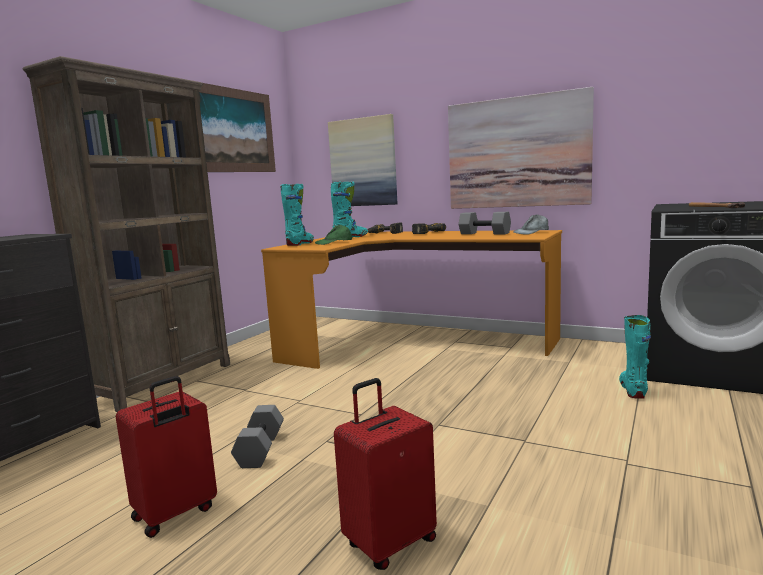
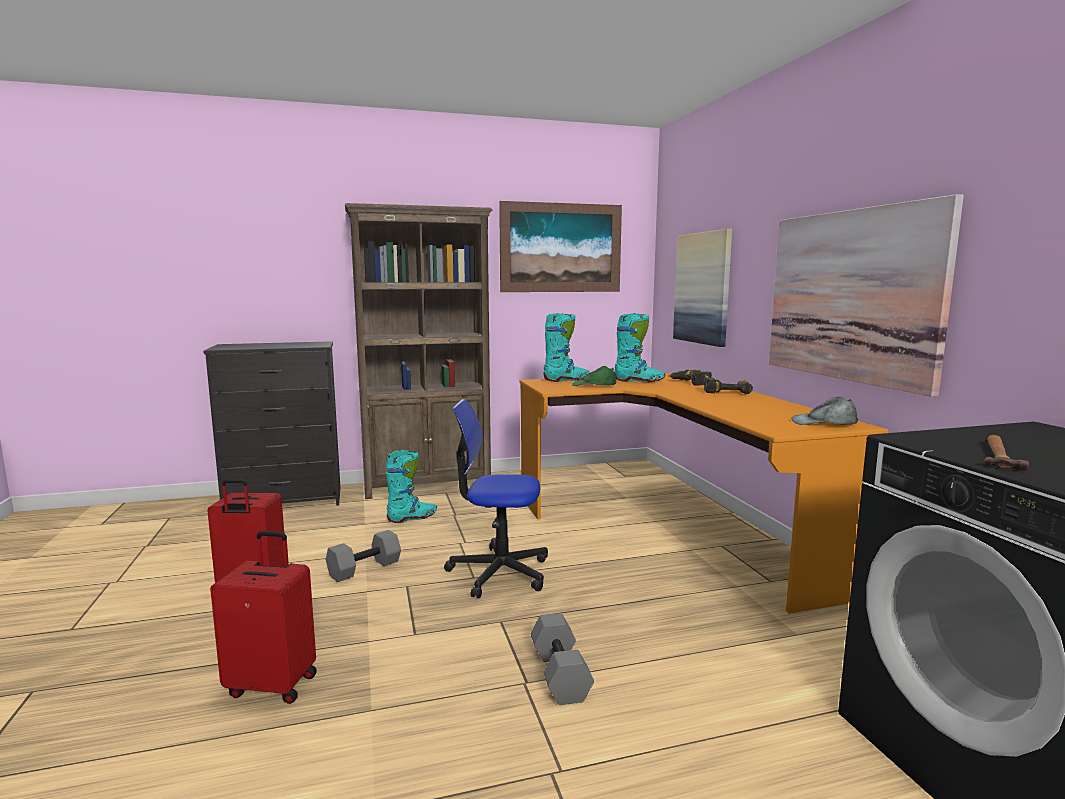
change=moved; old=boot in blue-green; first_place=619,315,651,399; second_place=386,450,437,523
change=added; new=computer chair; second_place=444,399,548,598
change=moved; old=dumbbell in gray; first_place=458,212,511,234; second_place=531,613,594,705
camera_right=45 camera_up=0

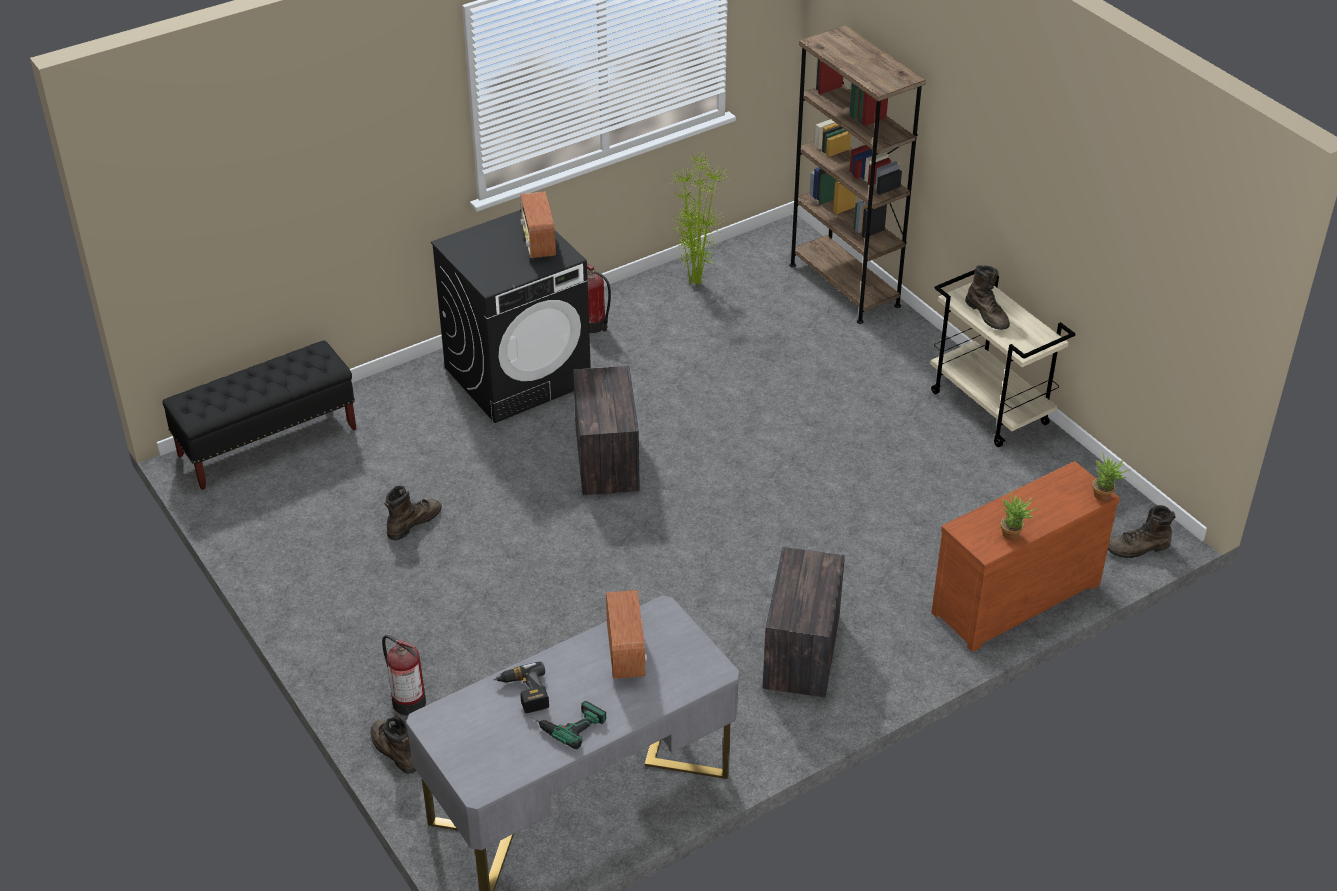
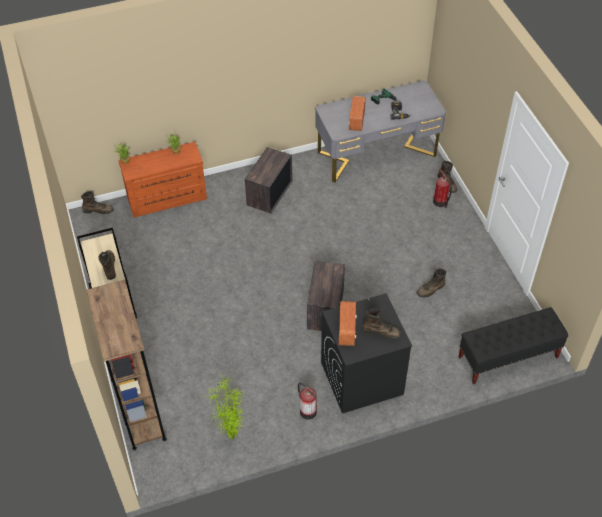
change=added; new=boot in brown-coloured; second_place=362,309,401,339
camera_right=-165 camera_up=10

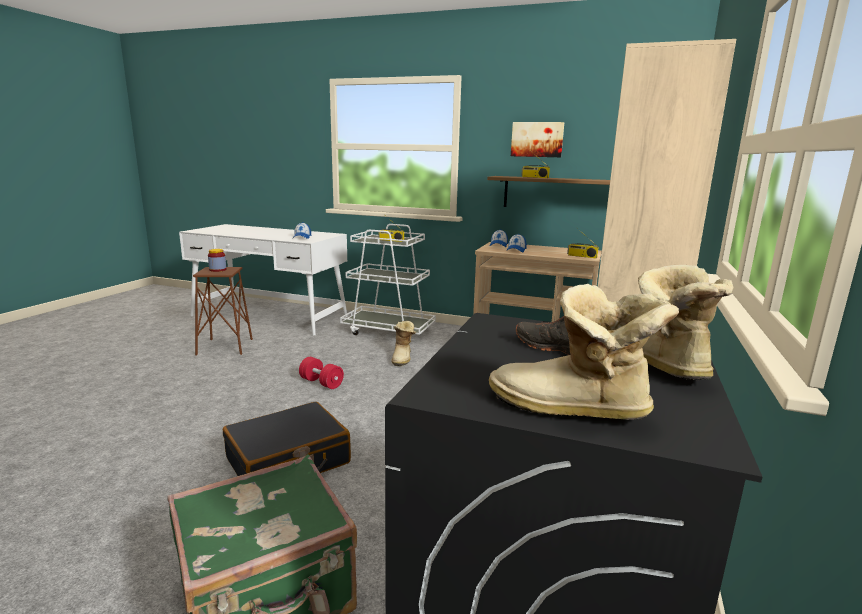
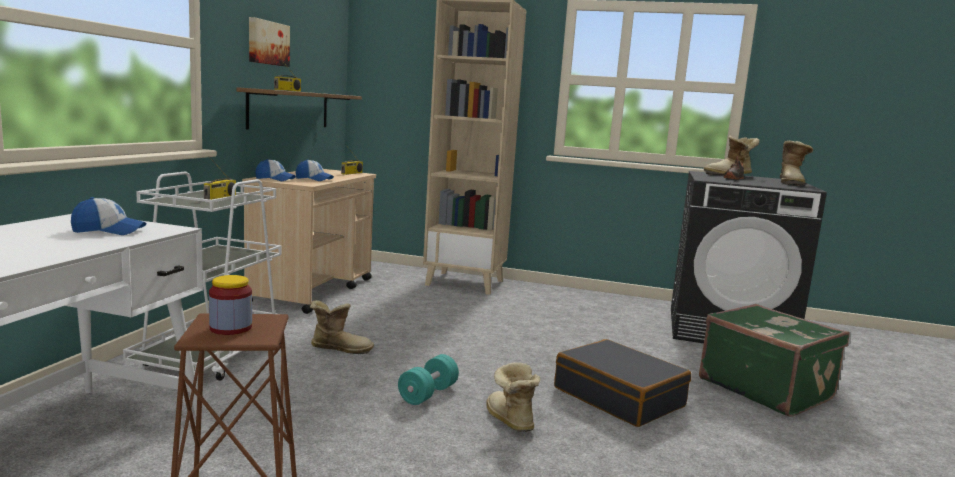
change=recoloured; old=dumbbell in red-coloured; new=dumbbell in blue-green; first_place=299,357,344,389; second_place=398,354,459,405
change=added; new=boot; second_place=486,362,540,432
camera_right=-95 camera_up=-5

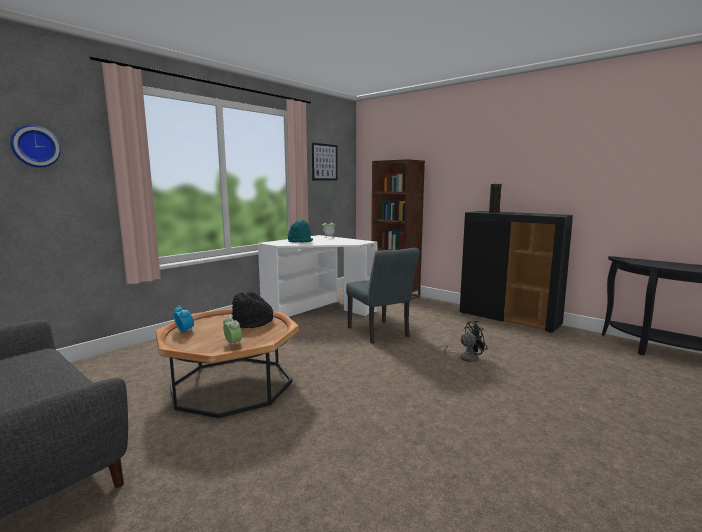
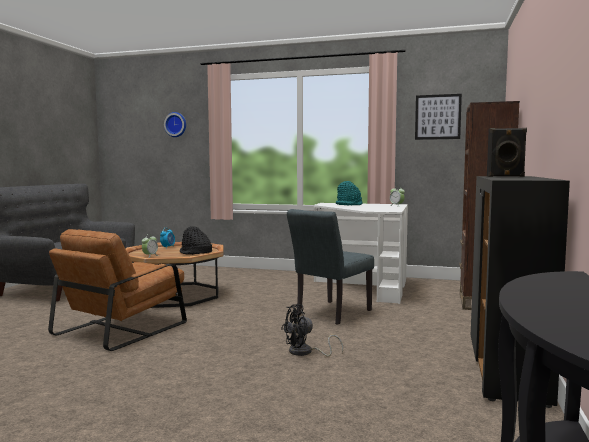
change=added; new=armchair in brown-coloured; second_place=48,229,187,351
change=turned; old=electric fan in black; first_place=436,321,488,362; second_place=281,304,343,357; degrees=105
camera_right=65 camera_up=-5

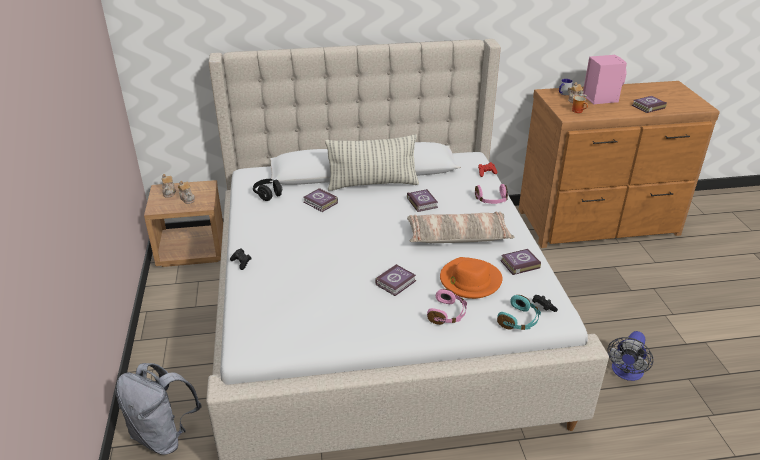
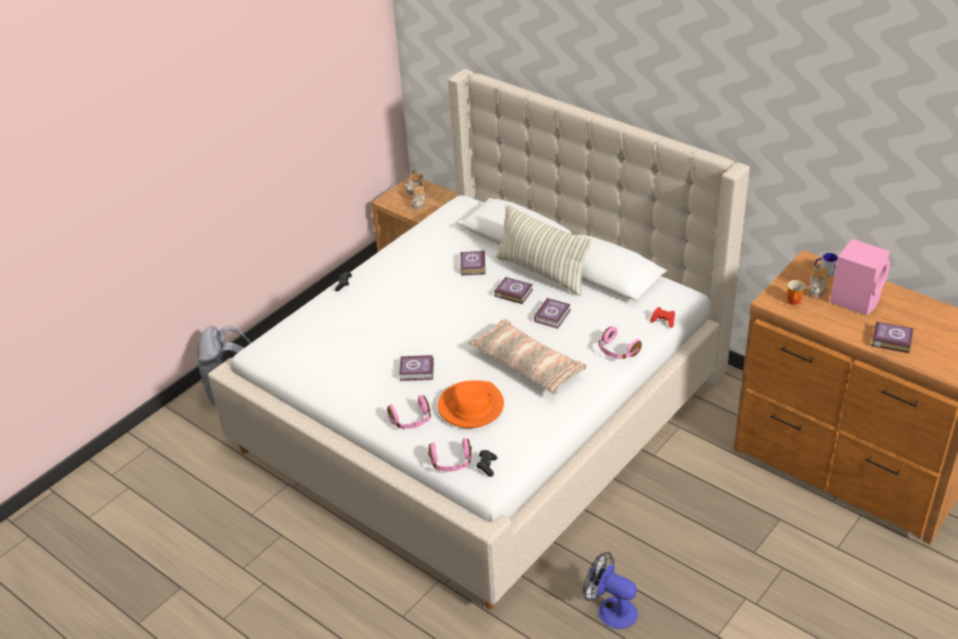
change=recoloured; old=headset in blue-green; new=headset in pinkish; first_place=497,295,541,330; second_place=428,438,472,472
change=moved; old=bound book; first_place=500,249,541,275; second_place=494,277,533,304
change=turned; old=electric fan; first_place=607,331,653,381; second_place=583,552,638,629; degrees=45
change=removed; old=headset in black; first_place=253,179,283,201
camera_right=50 camera_up=5

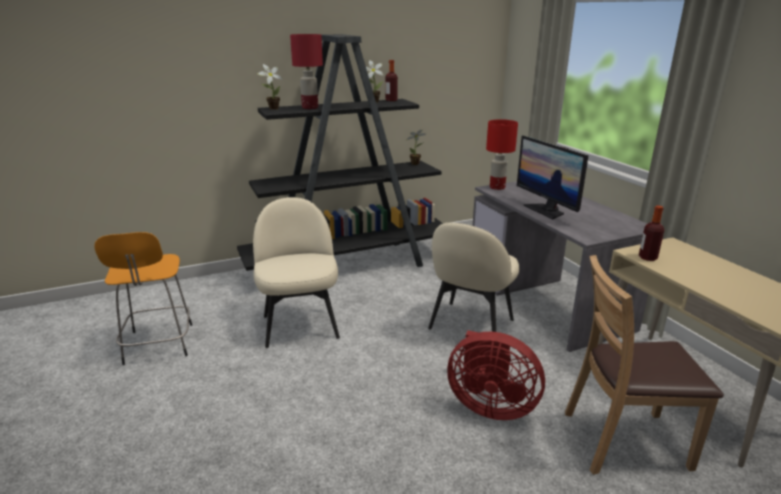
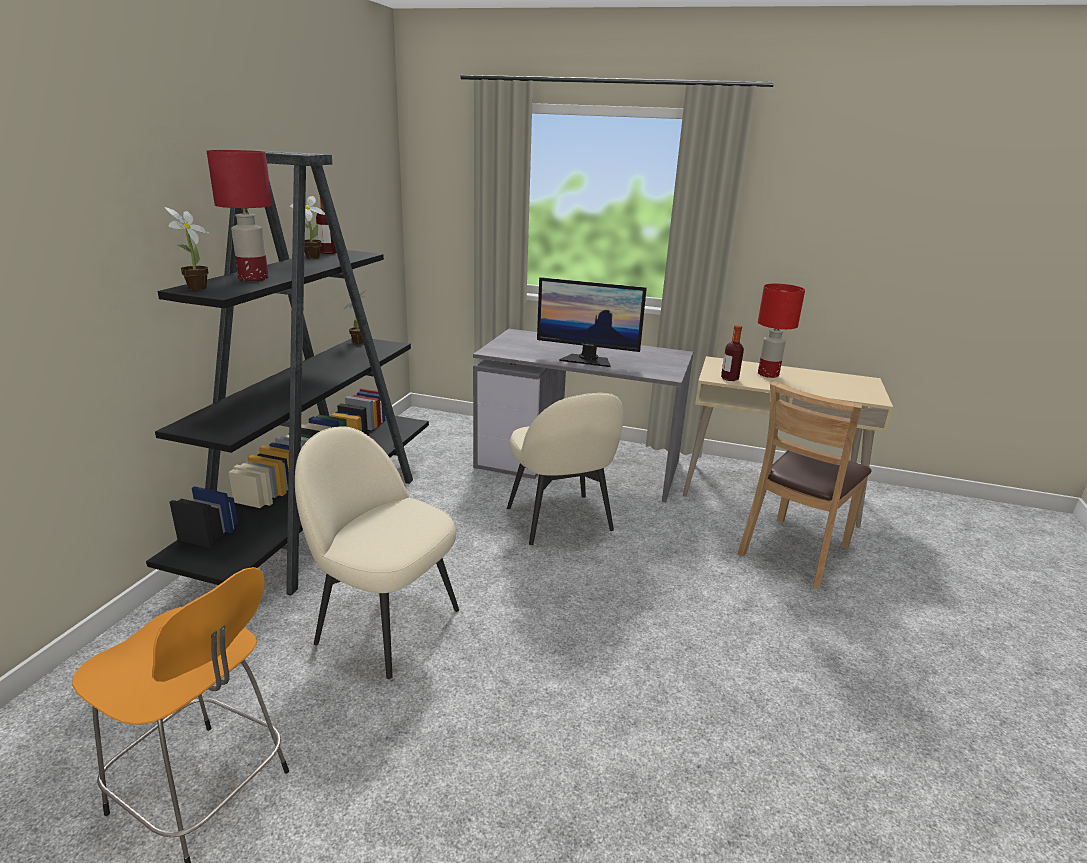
change=moved; old=table lamp in red-coloured; first_place=486,119,518,190; second_place=758,284,805,378
change=removed; old=electric fan in red-coloured; first_place=447,330,545,420
camera_right=-50 camera_up=0

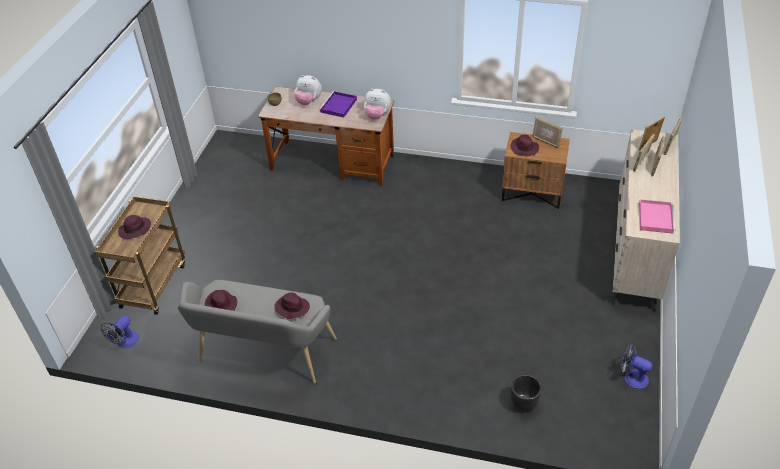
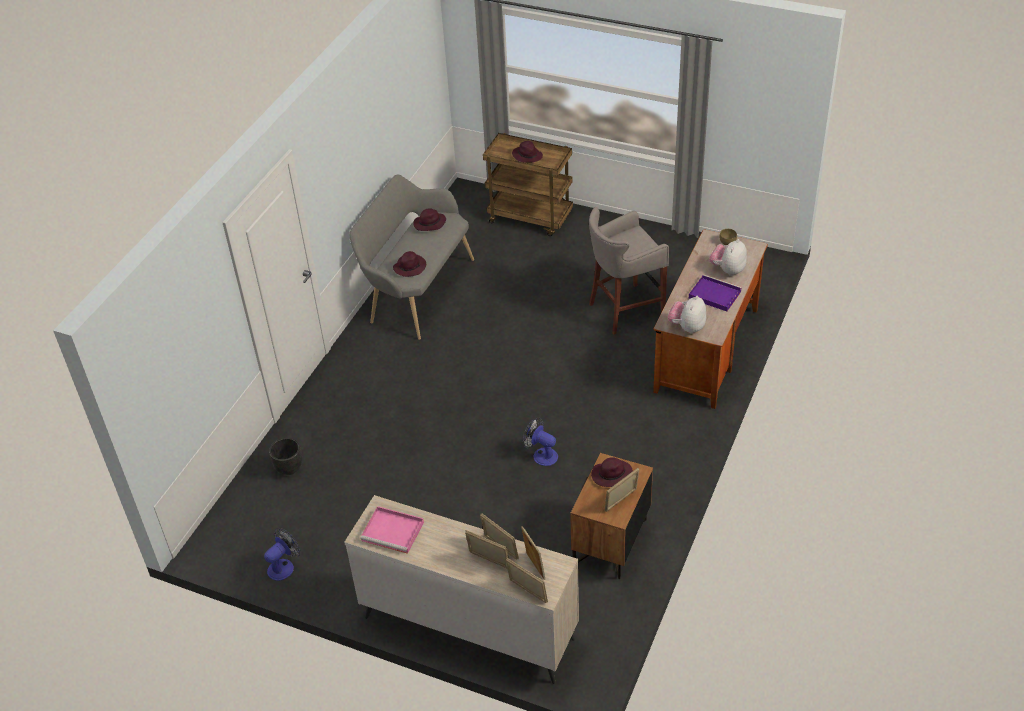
change=moved; old=electric fan; first_place=101,315,139,348; second_place=522,418,558,466
change=added; new=stool seat in gray; second_place=589,207,669,335
camera_right=100 camera_up=0

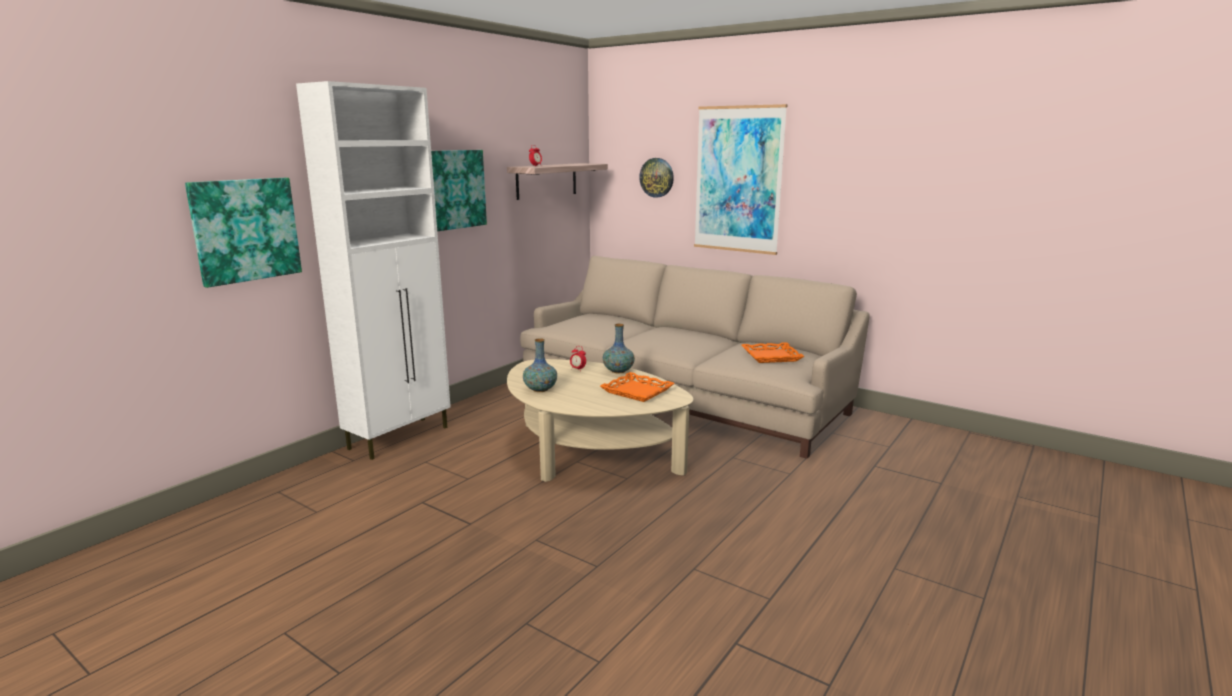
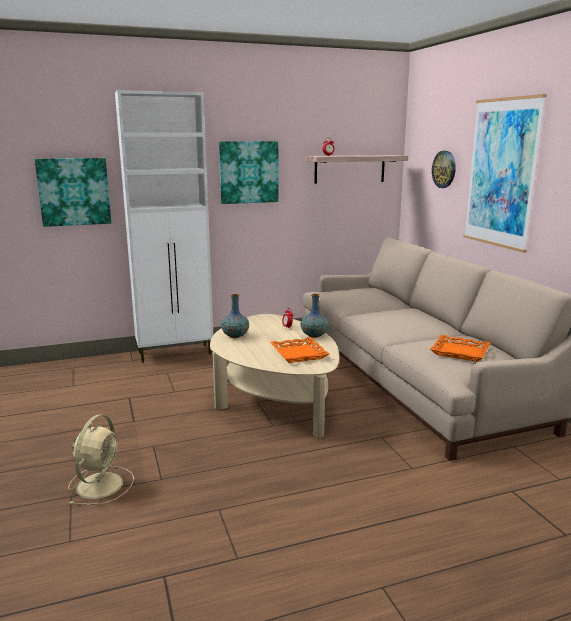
change=added; new=electric fan in sand-coloured; second_place=68,414,134,505
camera_right=35 camera_up=0

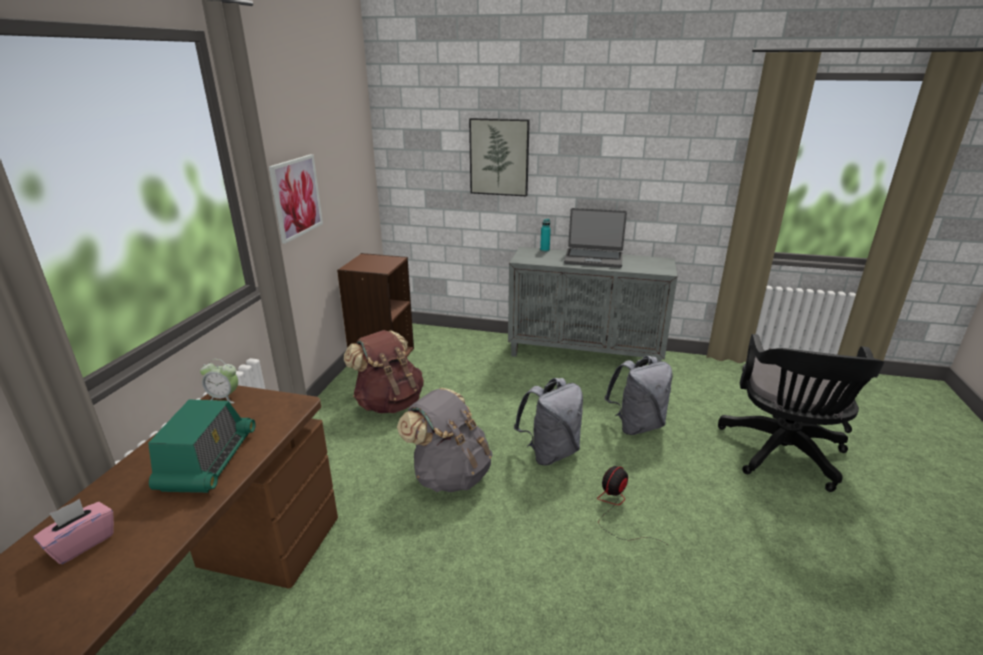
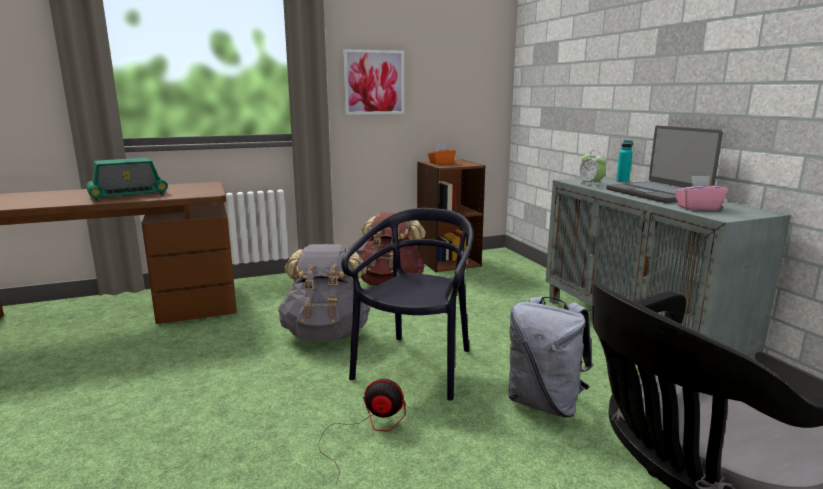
change=replaced; old=knapsack in gray; new=chair in black; first_place=514,378,583,465; second_place=341,208,473,401
change=added; new=tissue box in orangey; second_place=428,144,456,165
change=moved; old=alarm clock; first_place=200,359,238,403; second_place=578,150,607,187
change=moved; old=tissue box in pinkish; first_place=34,499,114,564; second_place=675,176,728,210
change=removed; old=wall art; first_place=469,118,530,196
camera_right=55 camera_up=-10

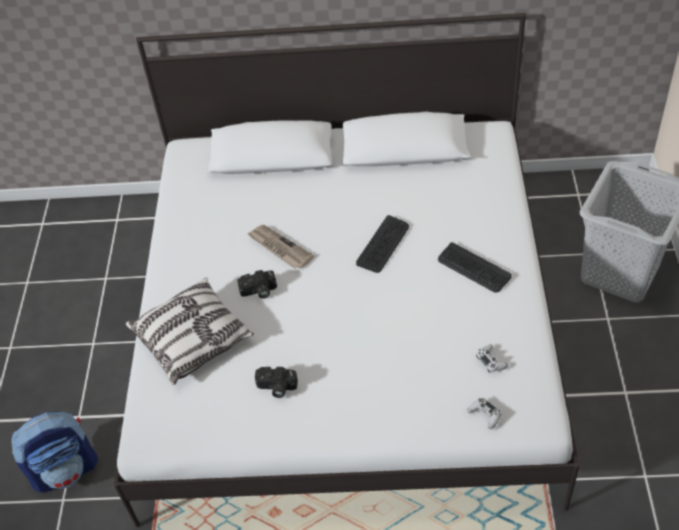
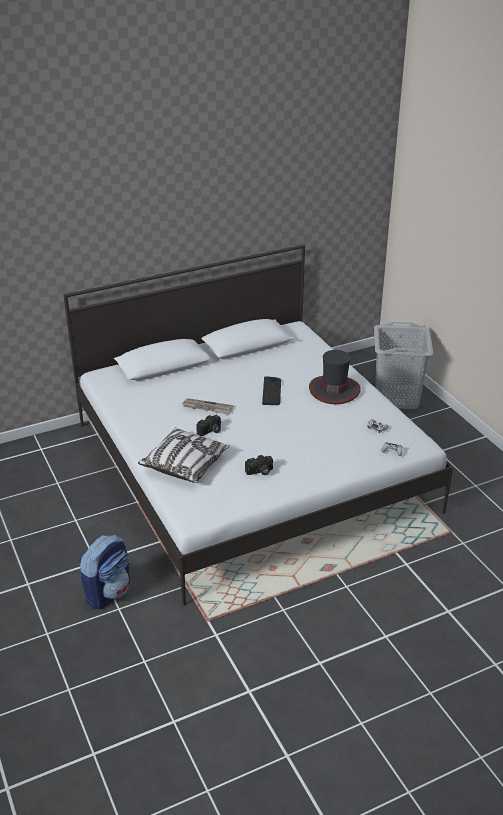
change=replaced; old=keyboard; new=clothing hat; first_place=438,242,512,293; second_place=309,350,361,404
camera_right=-30 camera_up=-15

